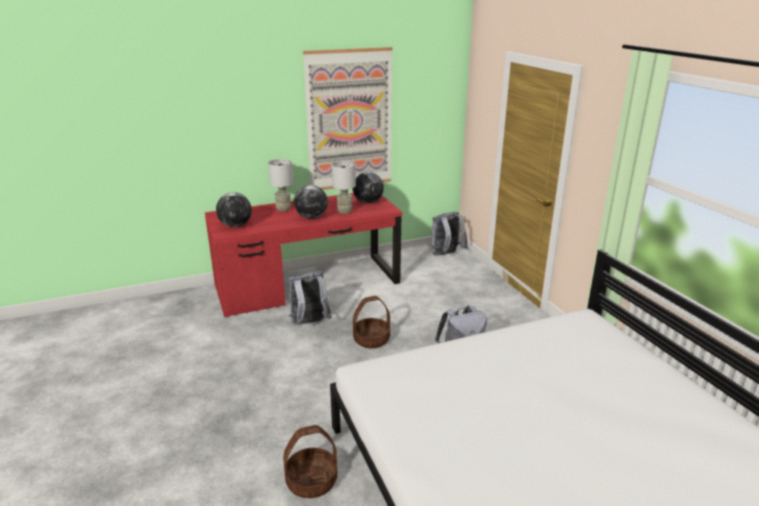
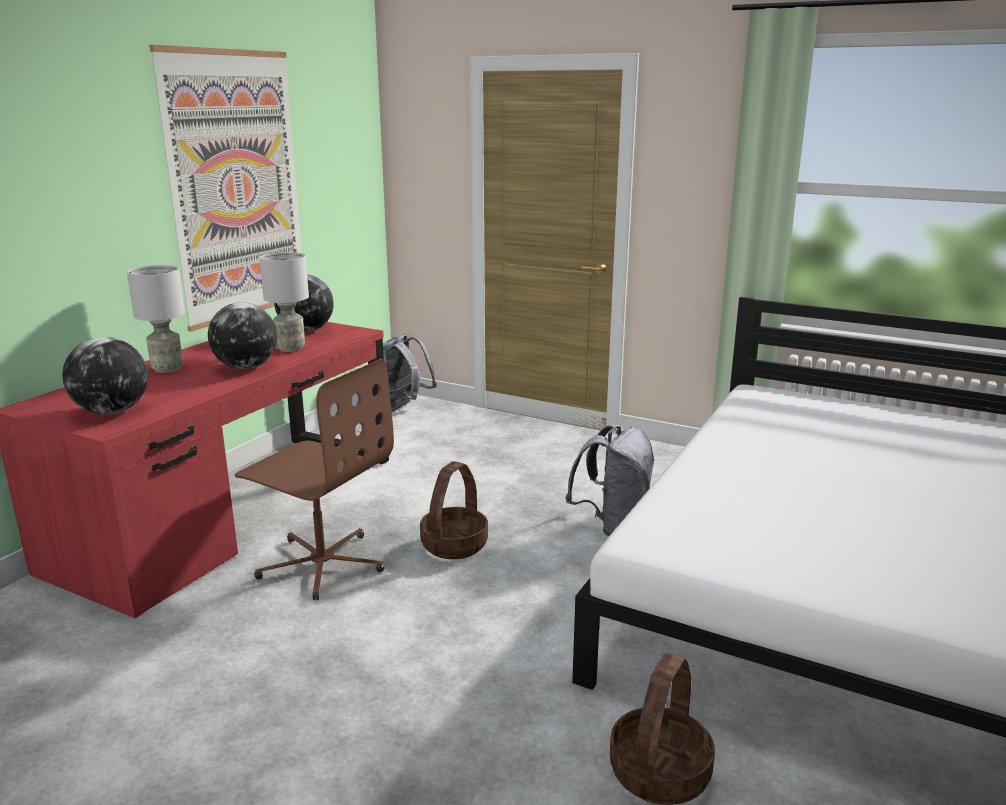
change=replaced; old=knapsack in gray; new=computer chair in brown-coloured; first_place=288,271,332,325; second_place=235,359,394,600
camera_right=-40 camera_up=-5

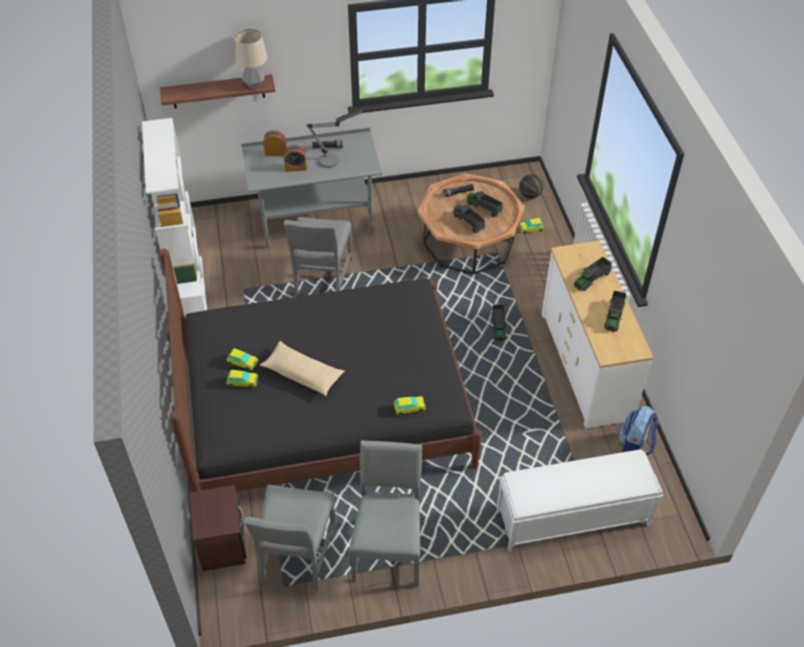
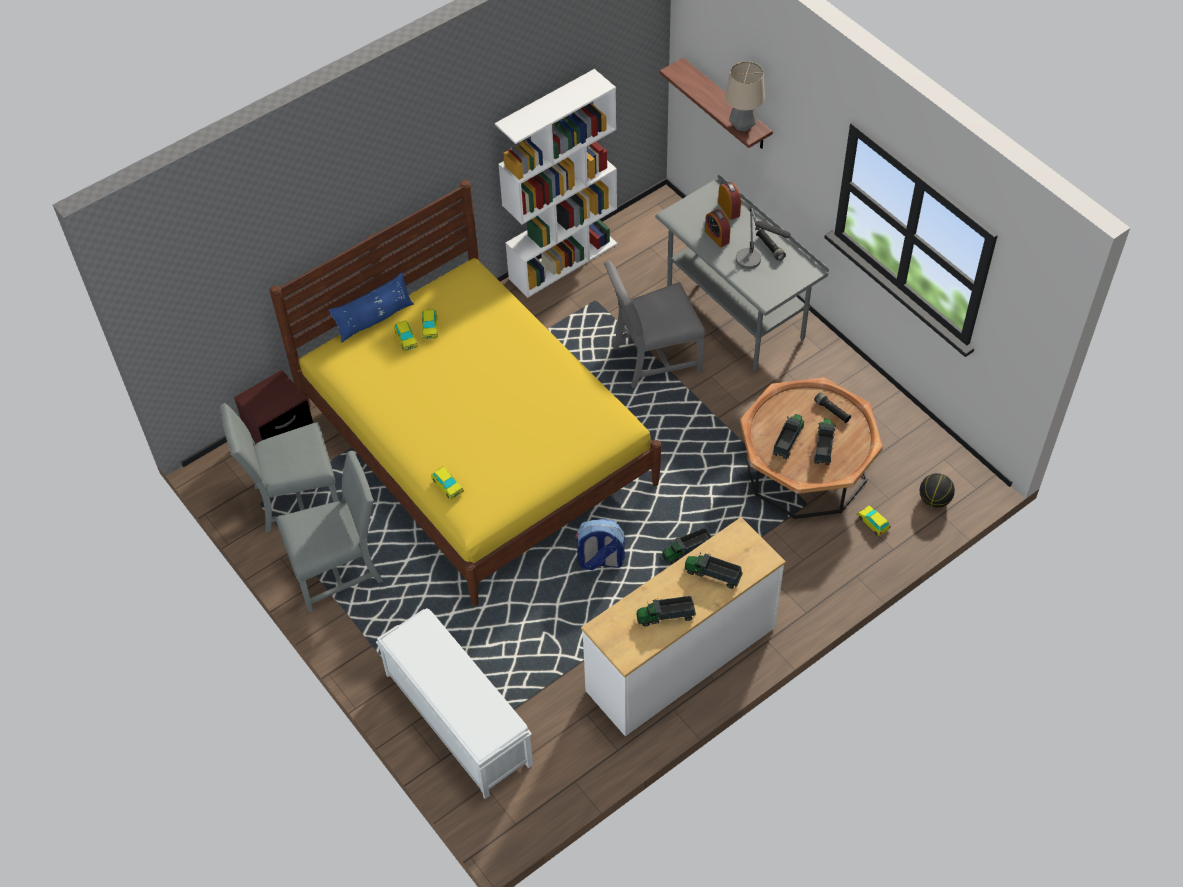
change=recoloured; old=bedroom bed in black; new=bedroom bed in yellow; first_place=159,249,482,492; second_place=270,180,661,606
change=added; new=throw pillow in bluish; second_place=328,272,414,343
change=moved; old=knapsack; first_place=618,406,659,456; second_place=575,519,625,570
change=removed; old=throw pillow in sand-coloured; first_place=260,341,345,396
camera_right=65 camera_up=5

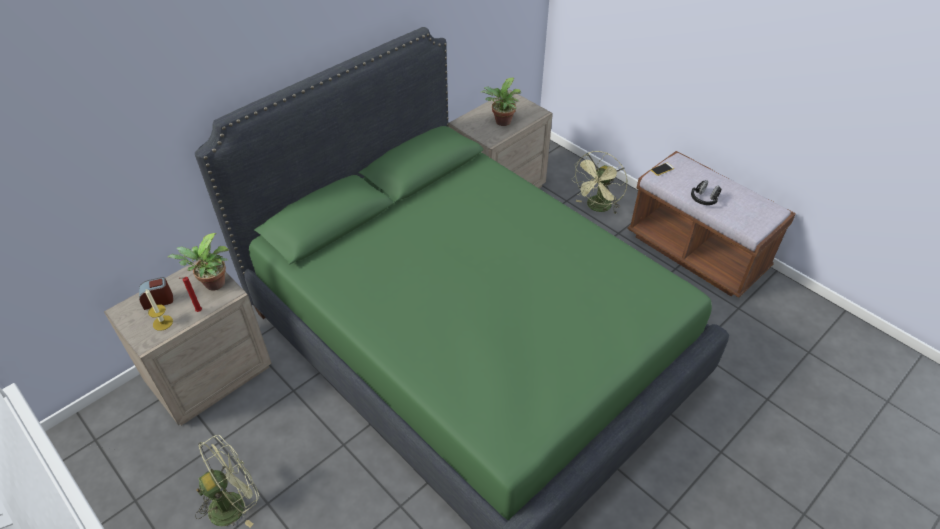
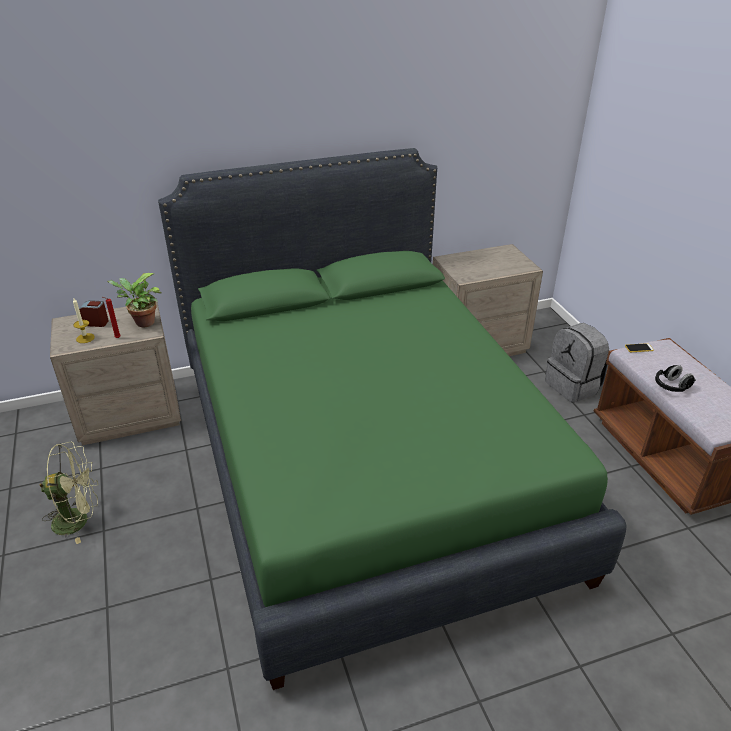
change=replaced; old=electric fan in greenish; new=knapsack in gray; first_place=571,151,627,214; second_place=545,323,610,403
change=removed; old=potted plant; first_place=481,77,521,126
camera_right=25 camera_up=-10

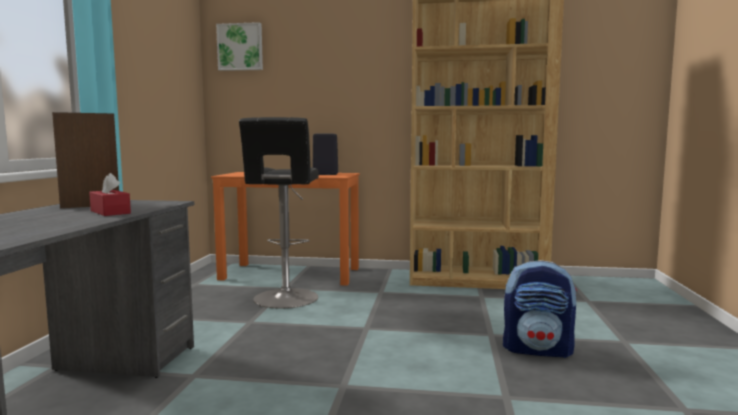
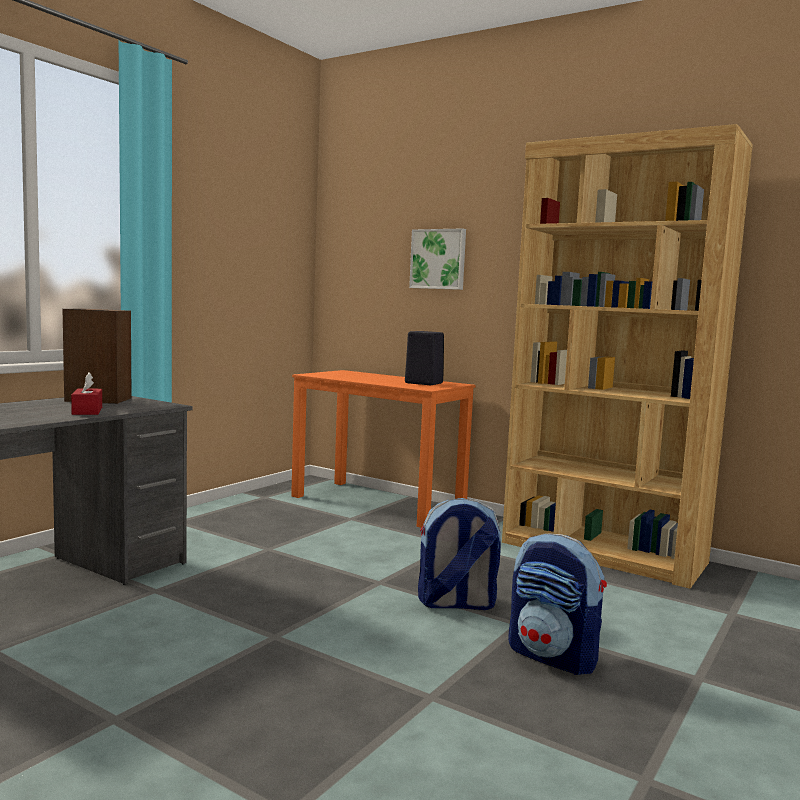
change=moved; old=wall art; first_place=216,22,263,71; second_place=409,228,466,290
change=added; new=knapsack; second_place=418,498,501,610
change=removed; old=stool seat in black; first_place=239,117,319,308
camera_right=25 camera_up=0

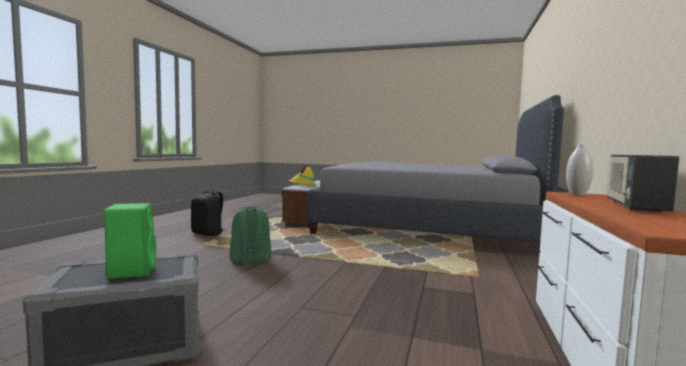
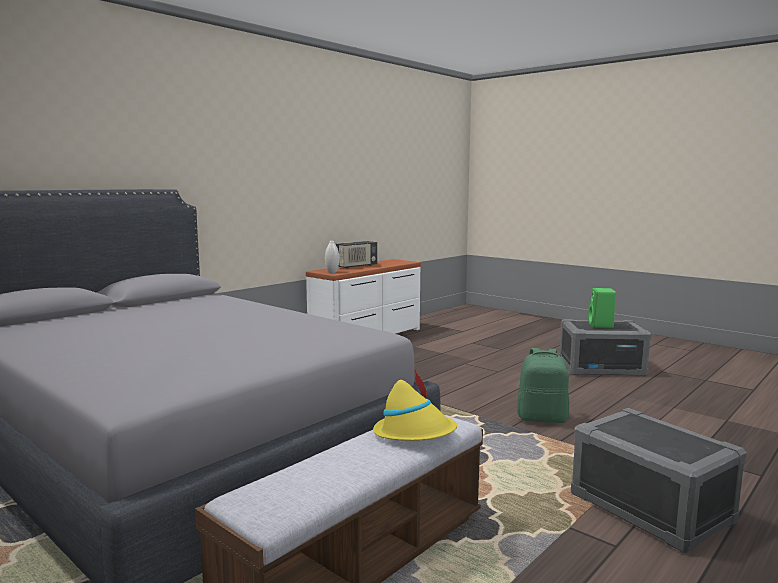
change=replaced; old=knapsack in black; new=storage container in gray; first_place=191,191,227,236; second_place=571,408,747,553
camera_right=-155 camera_up=5

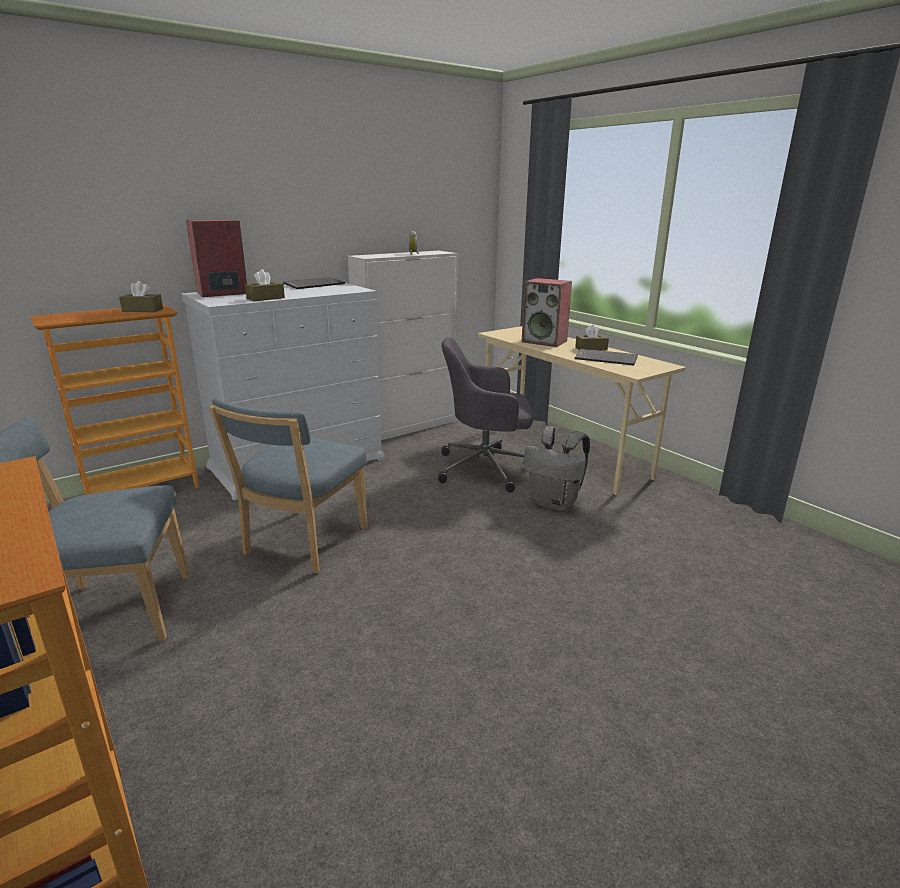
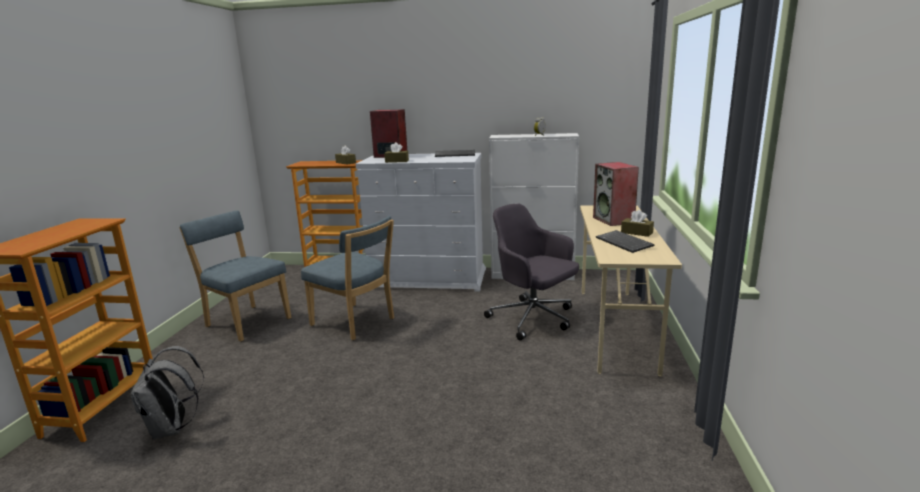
change=moved; old=knapsack in gray; first_place=523,426,590,511; second_place=131,346,204,439
change=turned; old=chair in bluish; first_place=209,398,368,573; second_place=301,216,394,340; degrees=-120
camera_right=45 camera_up=-5

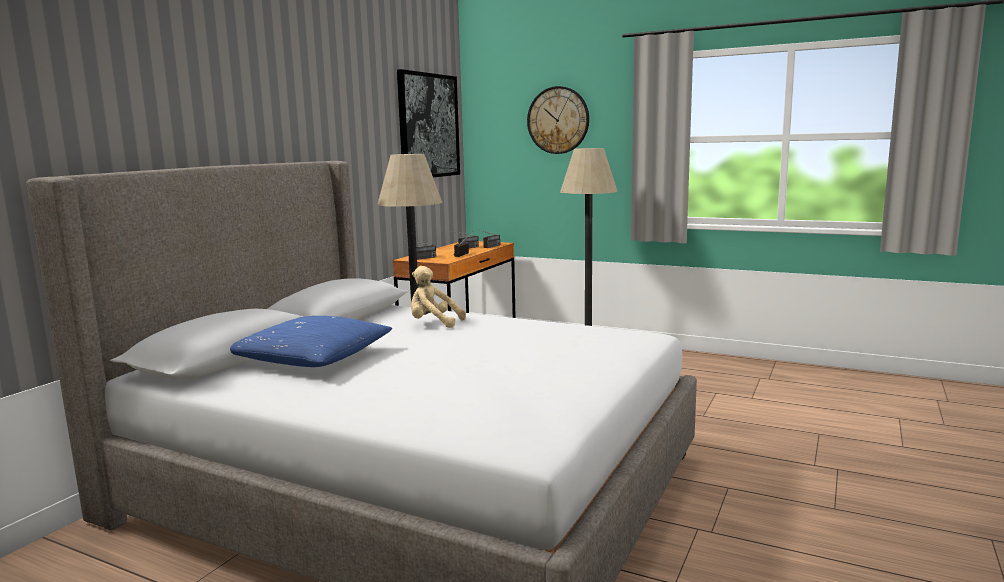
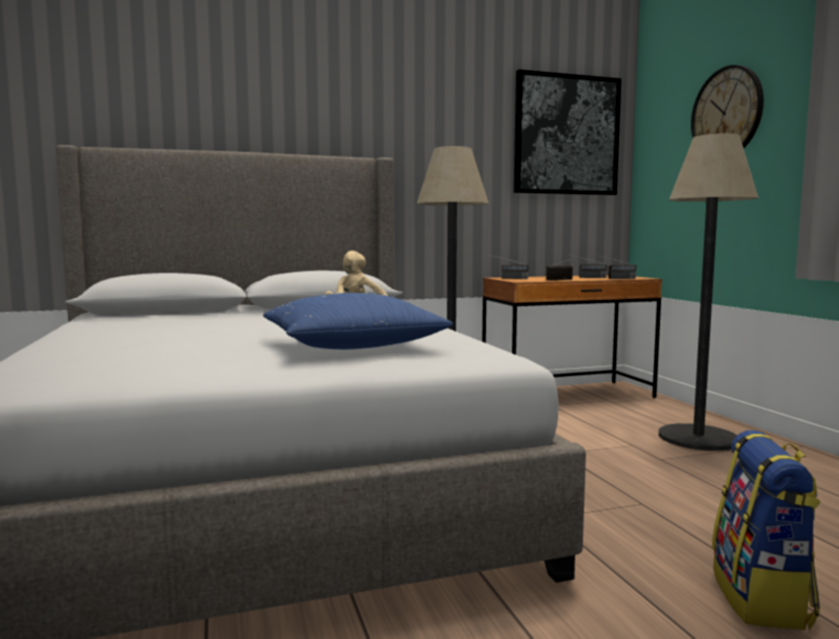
change=moved; old=throw pillow in bluish; first_place=230,316,392,367; second_place=263,293,453,349
change=added; new=knapsack; second_place=712,430,821,630
camera_right=45 camera_up=-5

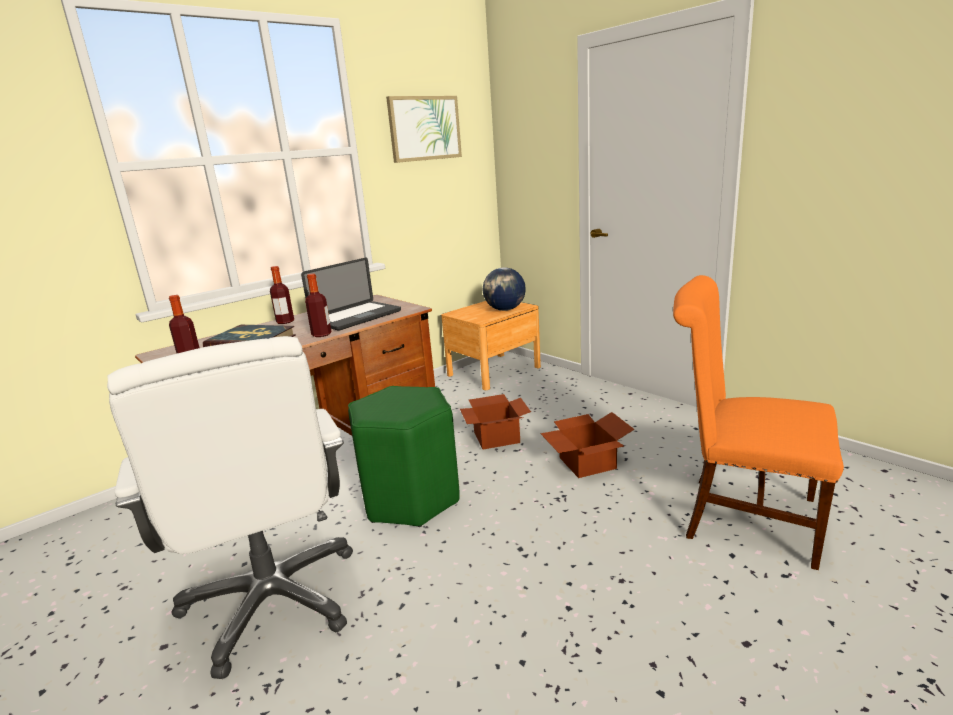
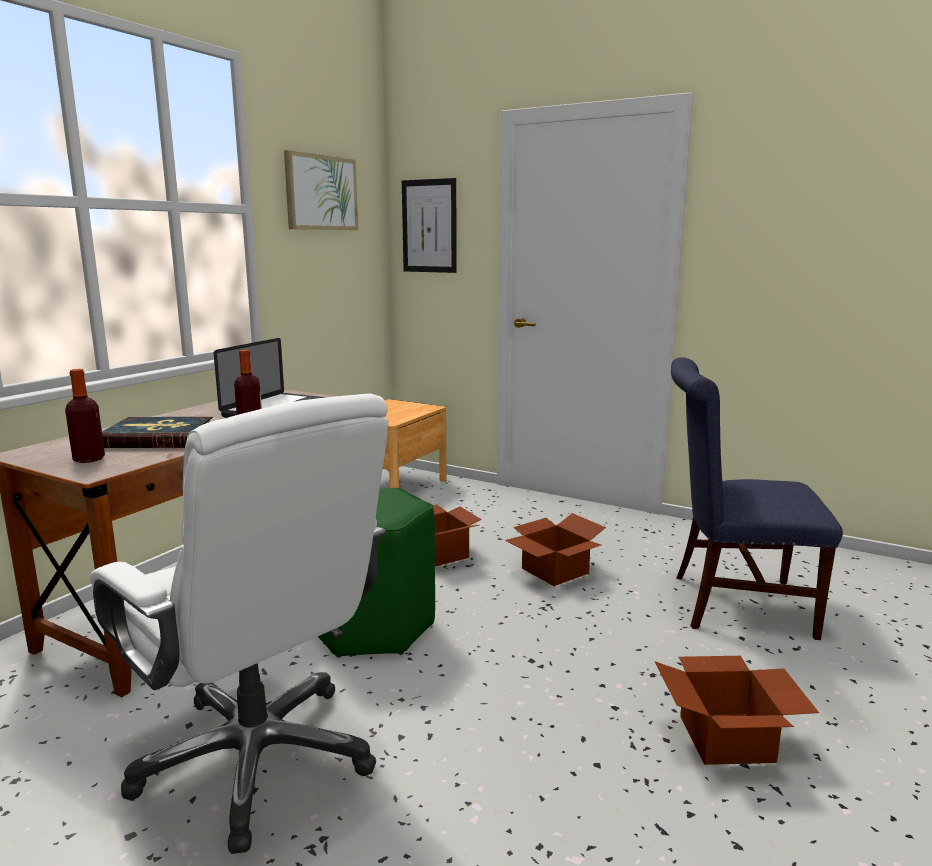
change=added; new=wall art; second_place=402,178,457,273
change=added; new=cardboard box; second_place=655,656,819,765
change=recoloured; old=chair in orangey; new=chair in bluish; first_place=673,275,844,570; second_place=671,357,843,640
change=removed; old=drink bottle; first_place=270,266,294,324
change=removed; old=globe; first_place=483,267,526,311
camera_right=-20 camera_up=-5

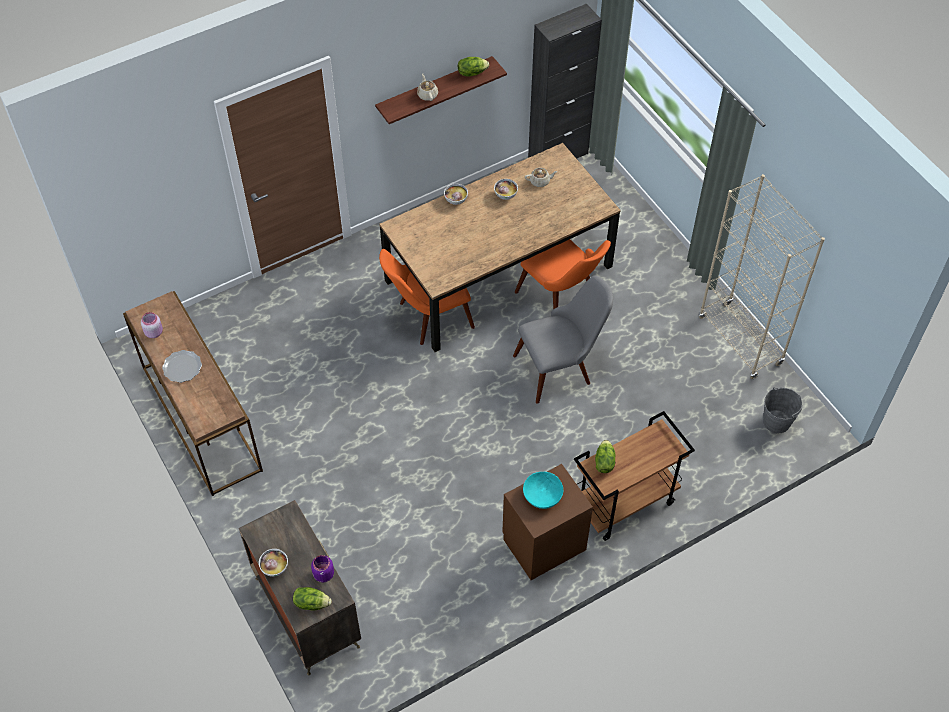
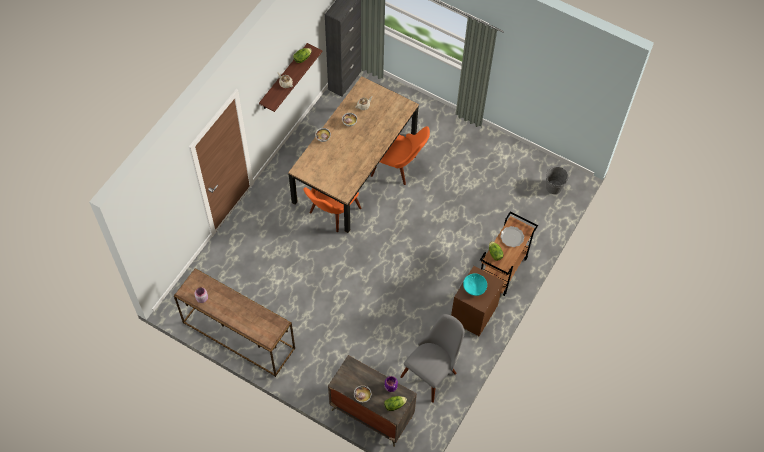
change=moved; old=chair in gray; first_place=513,275,613,404; second_place=400,314,465,403
change=moved; old=plate; first_place=162,350,202,383; second_place=500,226,524,247
change=removed; old=bookshelf in sand-coloured; first_place=699,174,825,379
camera_right=-30 camera_up=5

